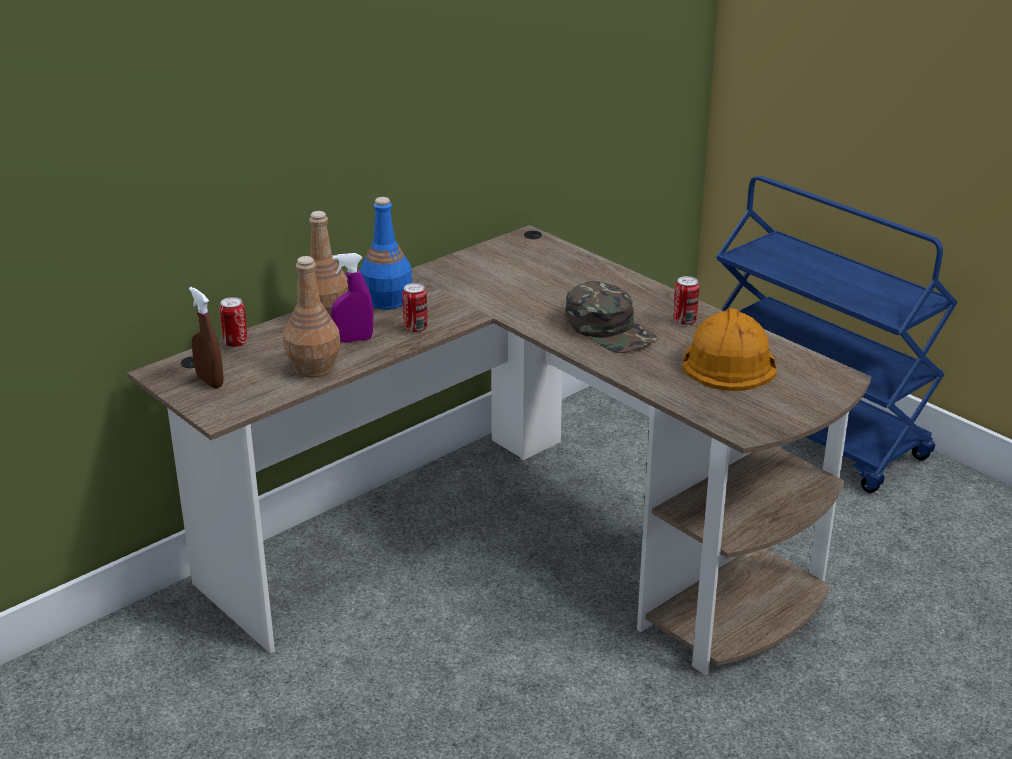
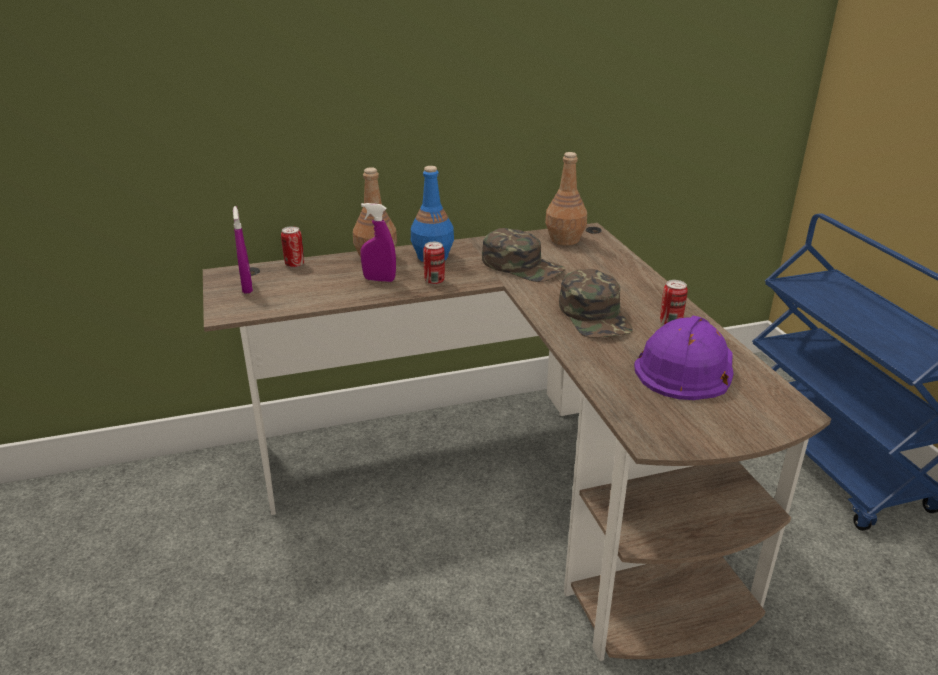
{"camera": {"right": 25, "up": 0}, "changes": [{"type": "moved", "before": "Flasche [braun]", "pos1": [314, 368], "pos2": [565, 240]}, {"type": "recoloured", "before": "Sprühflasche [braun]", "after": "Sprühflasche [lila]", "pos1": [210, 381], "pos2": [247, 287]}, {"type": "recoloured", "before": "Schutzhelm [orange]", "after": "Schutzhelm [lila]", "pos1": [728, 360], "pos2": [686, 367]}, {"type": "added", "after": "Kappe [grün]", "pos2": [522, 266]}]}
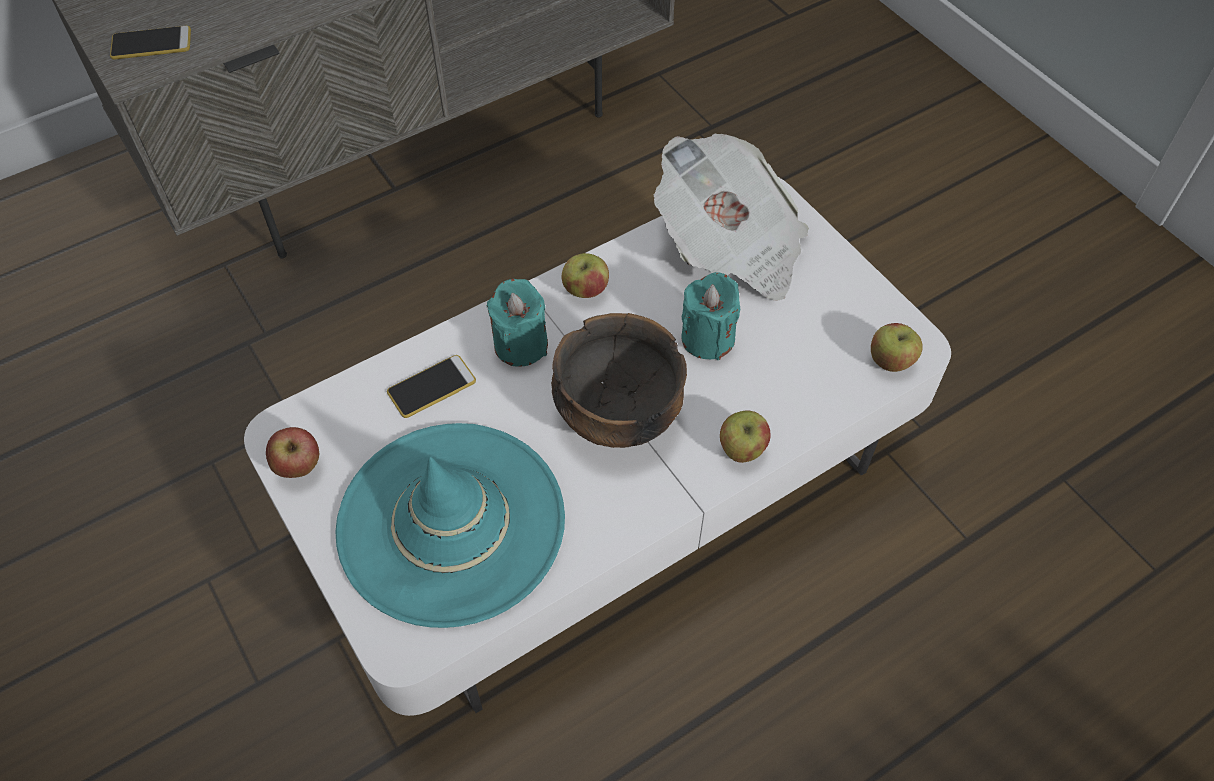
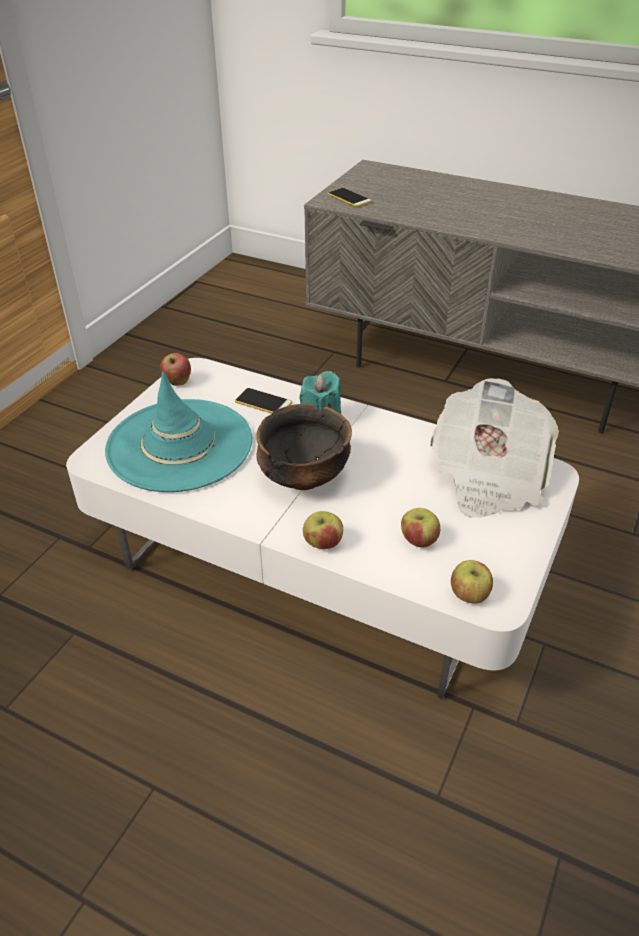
{"camera": {"right": 60, "up": -15}, "changes": [{"type": "moved", "before": "Apfel", "pos1": [586, 290], "pos2": [419, 541]}, {"type": "removed", "before": "Kerze [türkis]", "pos1": [707, 338]}]}
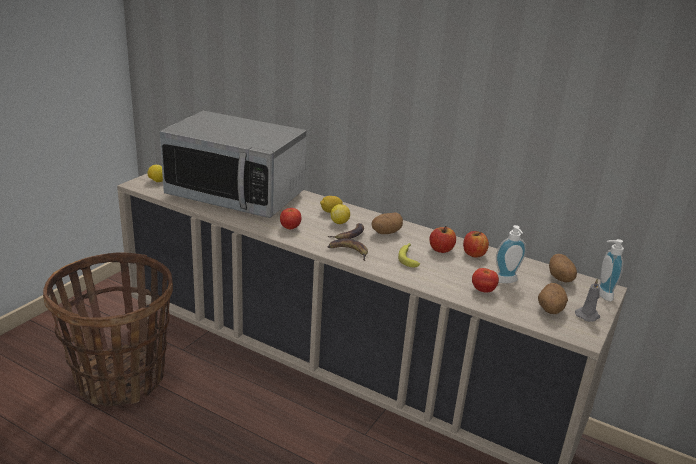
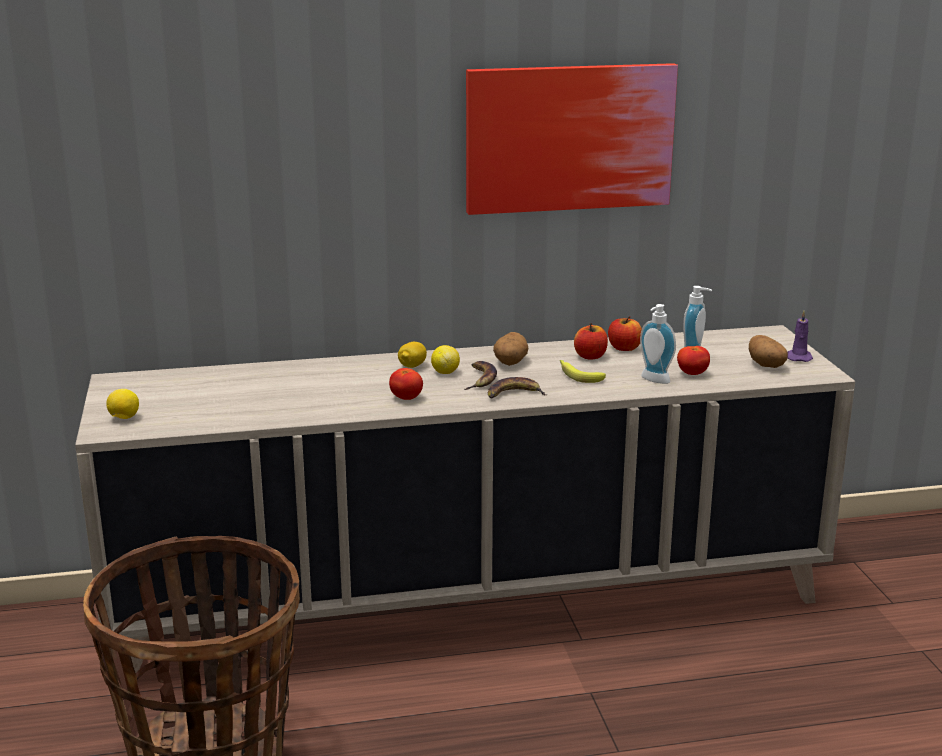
{"camera": {"right": -40, "up": -5}, "changes": [{"type": "removed", "before": "Mikrowelle", "pos1": [236, 195]}, {"type": "moved", "before": "Seifenspender", "pos1": [601, 294], "pos2": [653, 380]}, {"type": "removed", "before": "Kartoffel", "pos1": [560, 279]}, {"type": "recoloured", "before": "Kerze [grau]", "after": "Kerze [lila]", "pos1": [588, 315], "pos2": [798, 357]}, {"type": "added", "after": "Bild", "pos2": [569, 138]}]}
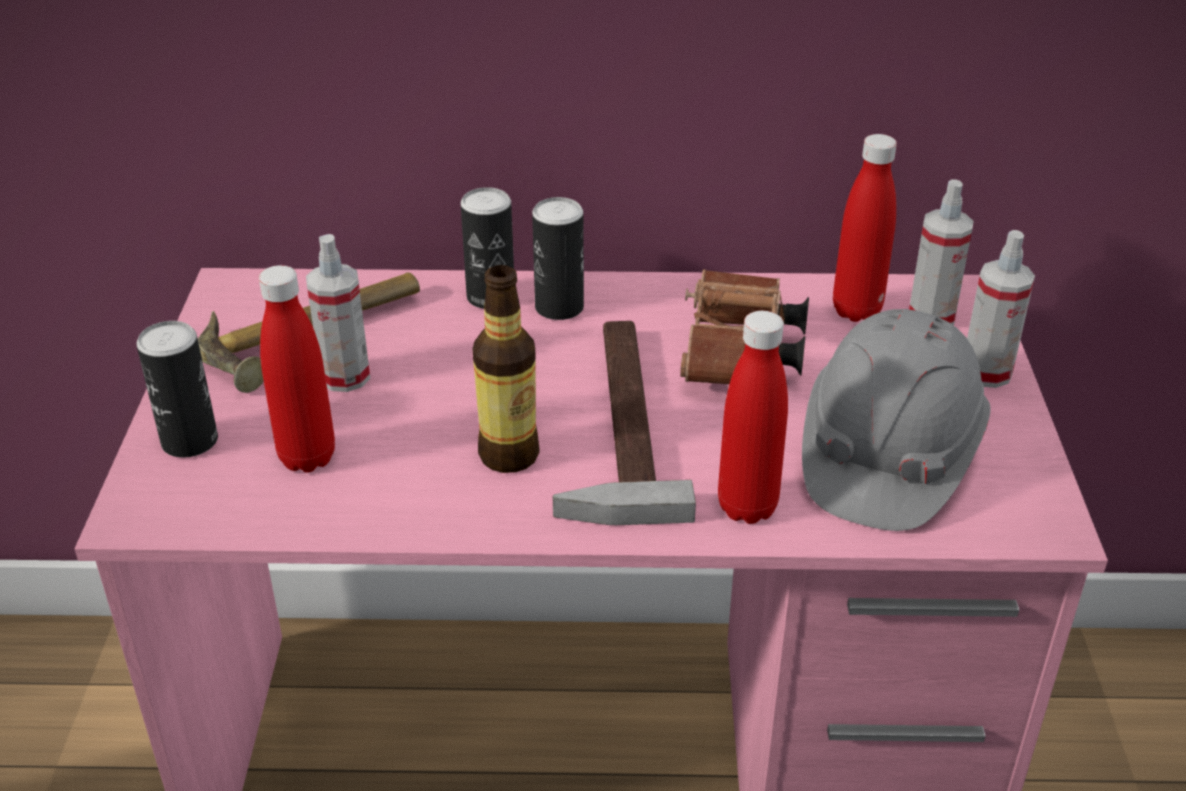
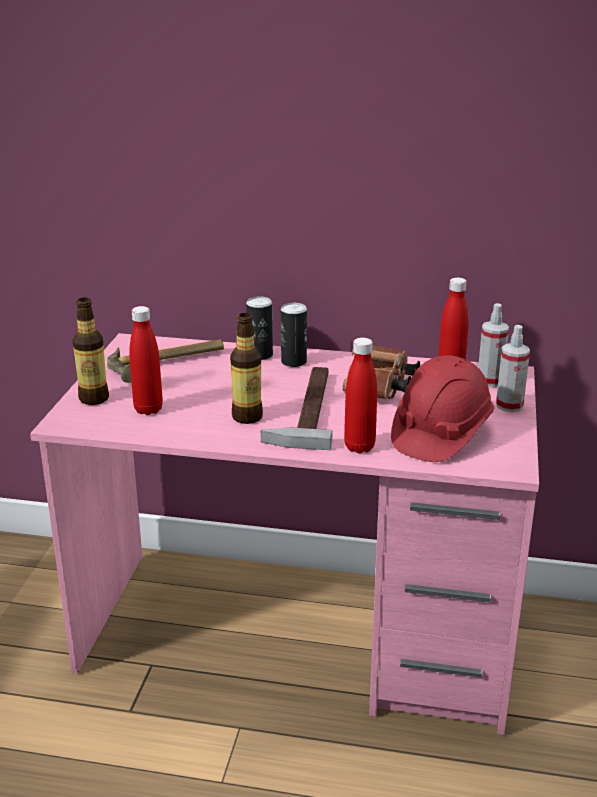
{"camera": {"right": 10, "up": -10}, "changes": [{"type": "removed", "before": "Sprühflasche", "pos1": [345, 377]}, {"type": "recoloured", "before": "Schutzhelm [grau]", "after": "Schutzhelm [rot]", "pos1": [887, 456], "pos2": [440, 434]}, {"type": "replaced", "before": "Dose", "after": "Flasche", "pos1": [189, 441], "pos2": [94, 398]}]}
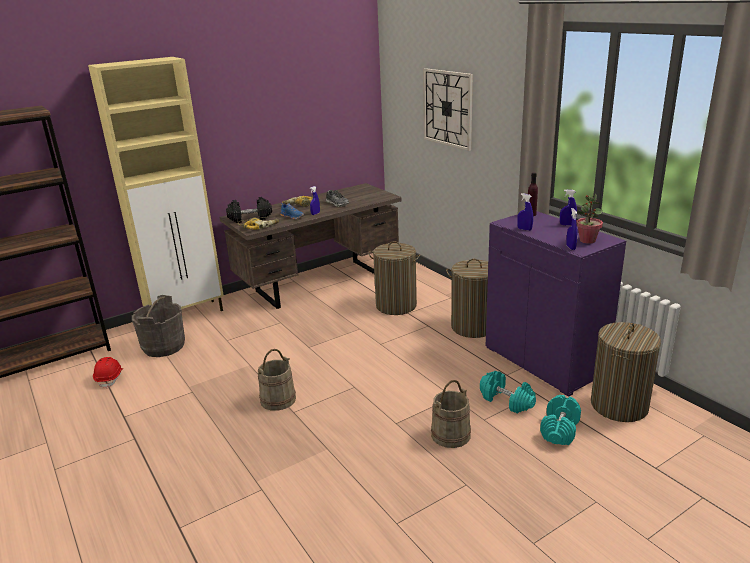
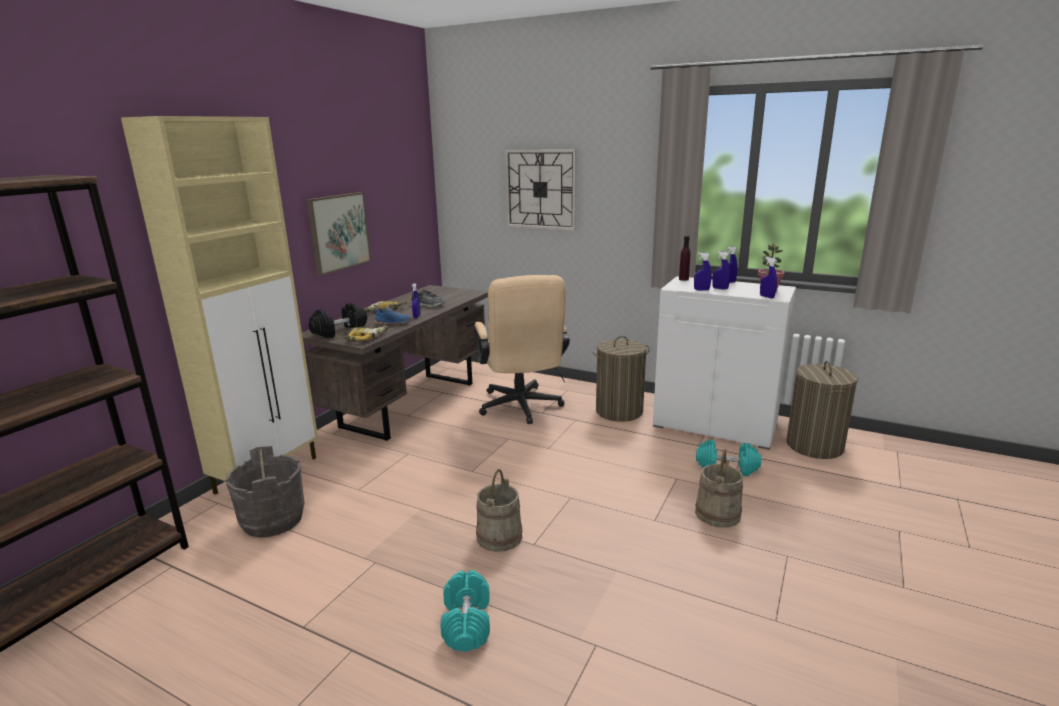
{"camera": {"right": -30, "up": -5}, "changes": [{"type": "recoloured", "before": "Schrank [lila]", "after": "Schrank [weiß]", "pos1": [545, 361], "pos2": [715, 425]}, {"type": "replaced", "before": "Wäschekorb", "after": "Bürostuhl [beige]", "pos1": [396, 306], "pos2": [521, 408]}, {"type": "removed", "before": "Schutzhelm [rot]", "pos1": [110, 378]}, {"type": "moved", "before": "Hantel [türkis]", "pos1": [559, 429], "pos2": [466, 623]}, {"type": "added", "after": "Bild", "pos2": [338, 232]}, {"type": "added", "after": "Sprühflasche [blau]", "pos2": [720, 288]}]}
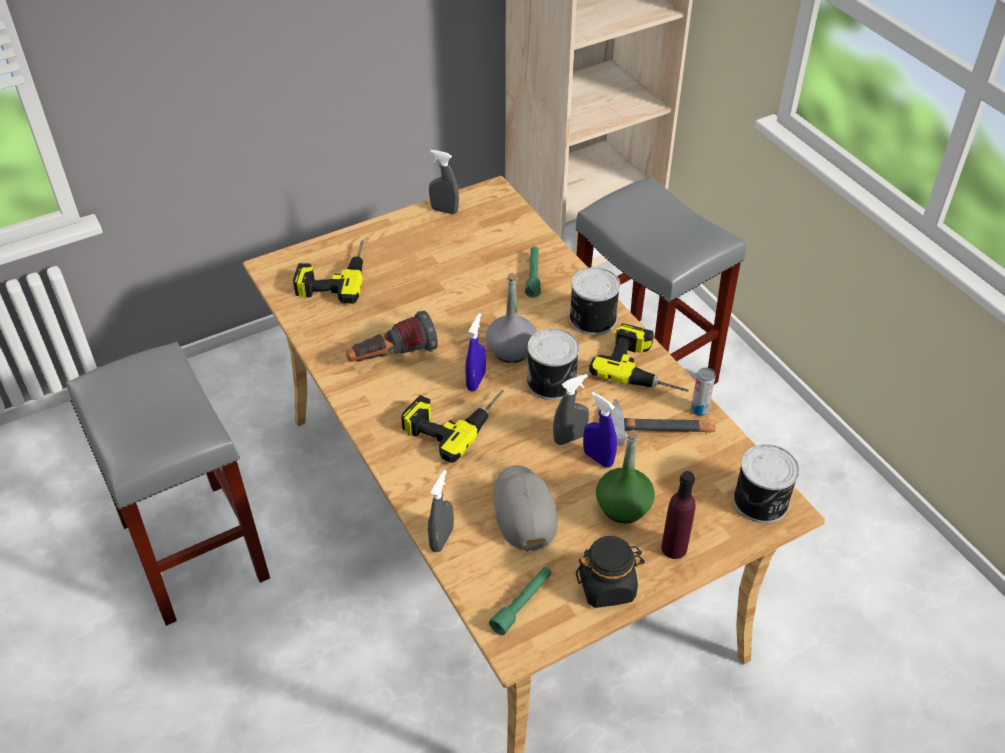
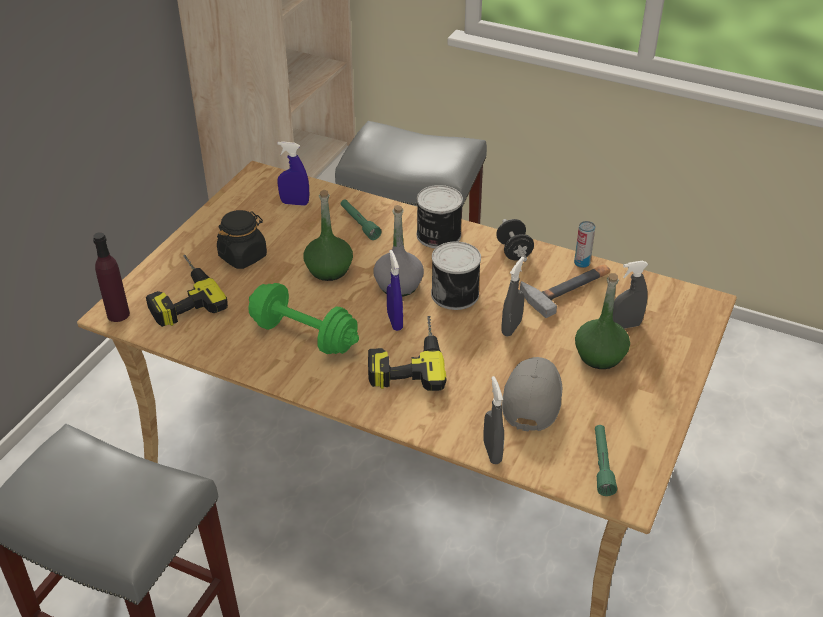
{"camera": {"right": -35, "up": -5}, "changes": [{"type": "moved", "before": "Sprühflasche [grau]", "pos1": [444, 210], "pos2": [625, 325]}, {"type": "replaced", "before": "Taschenlampe", "after": "Hantel [grün]", "pos1": [392, 357], "pos2": [304, 335]}, {"type": "replaced", "before": "Bohrmaschine", "after": "Hantel [schwarz]", "pos1": [645, 367], "pos2": [514, 251]}, {"type": "moved", "before": "Sprühflasche [blau]", "pos1": [598, 458], "pos2": [295, 203]}, {"type": "removed", "before": "Dose", "pos1": [761, 502]}, {"type": "turned", "before": "Kappe [grau]", "pos1": [523, 511], "pos2": [532, 397], "turn": 60}, {"type": "moved", "before": "Flasche [lila]", "pos1": [674, 548], "pos2": [118, 314]}, {"type": "moved", "before": "Vorratsglas [schwarz]", "pos1": [607, 586], "pos2": [243, 256]}, {"type": "added", "after": "Flasche [grün]", "pos2": [329, 269]}]}
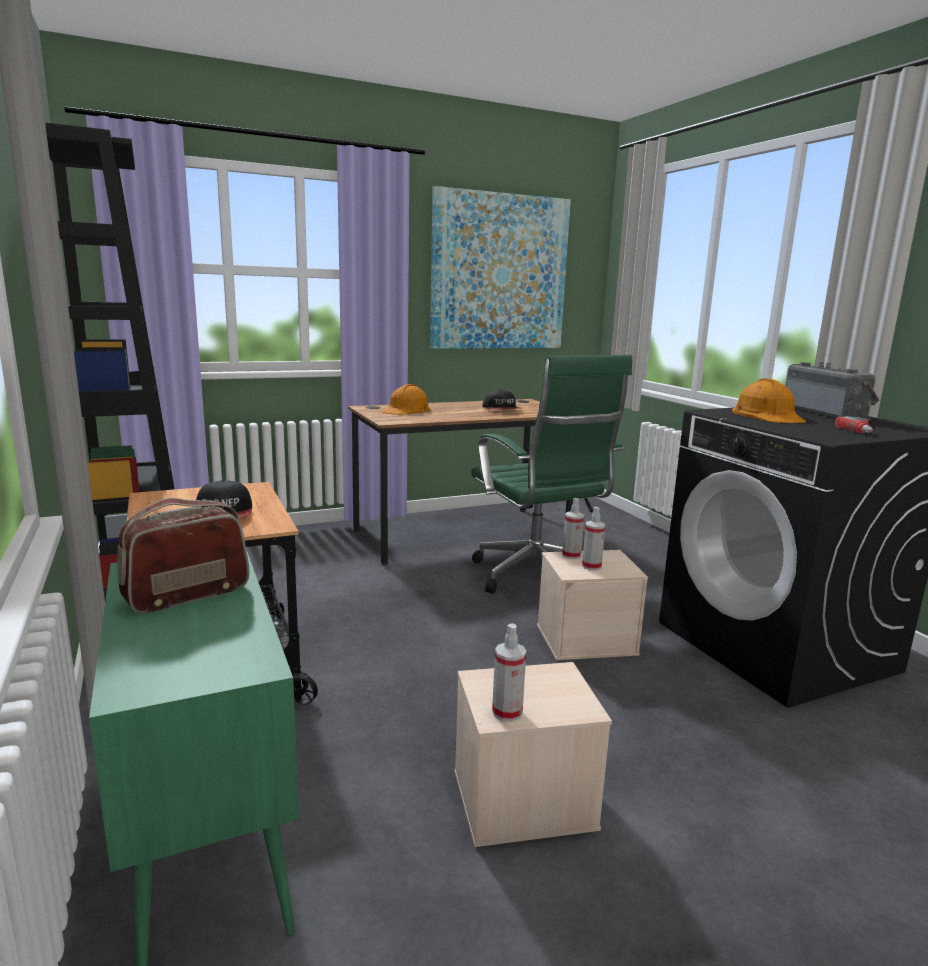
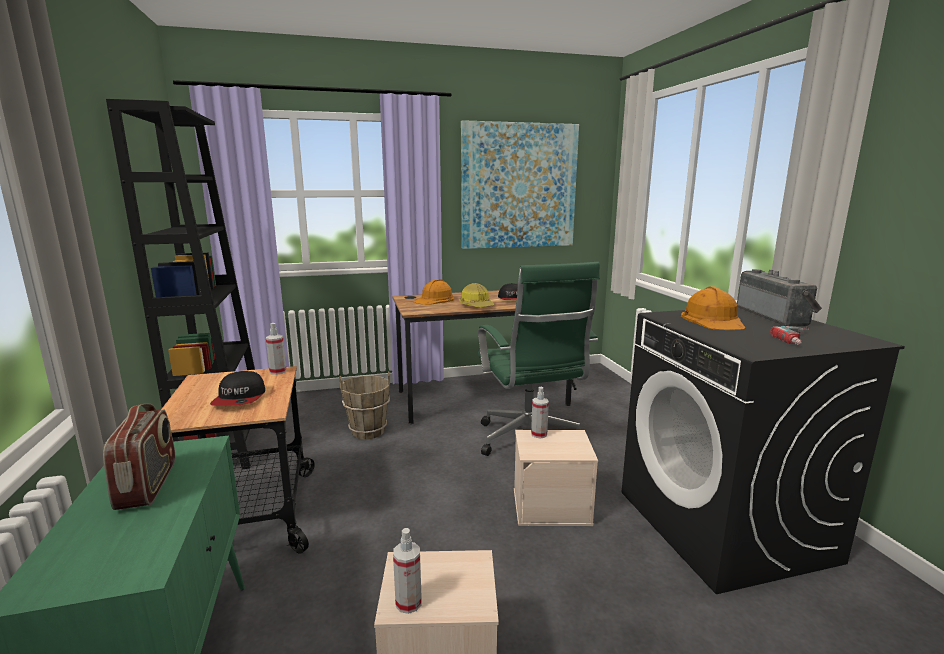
{"camera": {"right": 10, "up": 0}, "changes": [{"type": "turned", "before": "Radio", "pos1": [187, 594], "pos2": [148, 484], "turn": 105}, {"type": "moved", "before": "Sprühflasche", "pos1": [591, 566], "pos2": [278, 371]}, {"type": "added", "after": "Schutzhelm", "pos2": [476, 306]}, {"type": "added", "after": "Eimer [braun]", "pos2": [368, 431]}]}
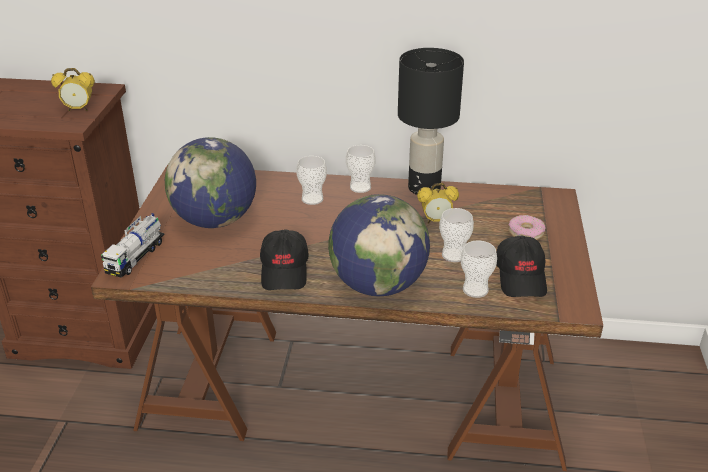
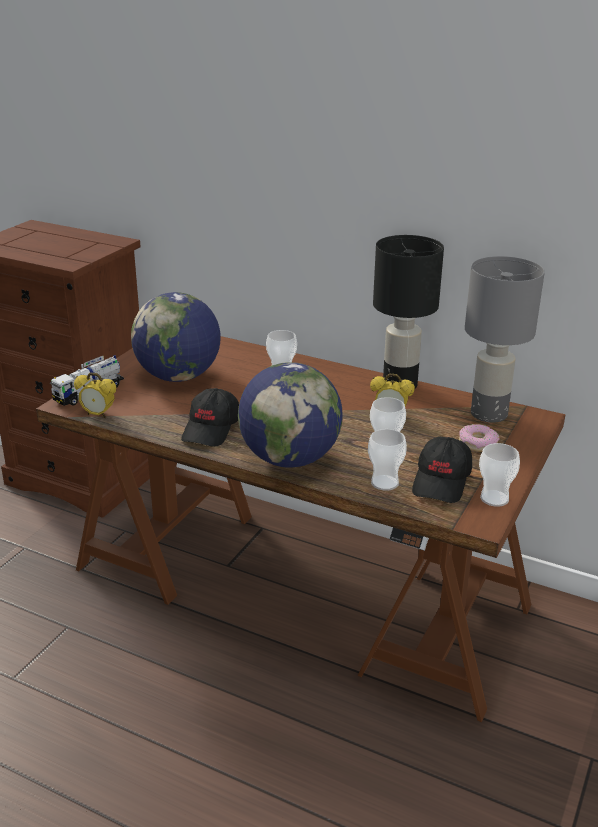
{"camera": {"right": 20, "up": -5}, "changes": [{"type": "moved", "before": "Wecker", "pos1": [78, 109], "pos2": [98, 415]}, {"type": "moved", "before": "Tasse", "pos1": [360, 187], "pos2": [494, 498]}, {"type": "added", "after": "Tischlampe [grau]", "pos2": [488, 414]}]}
